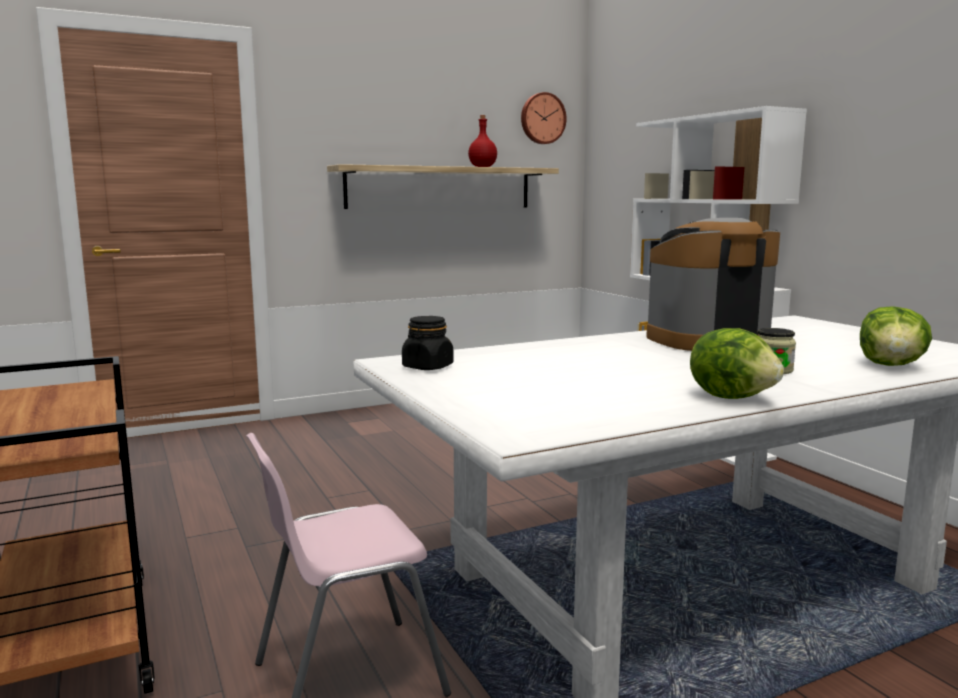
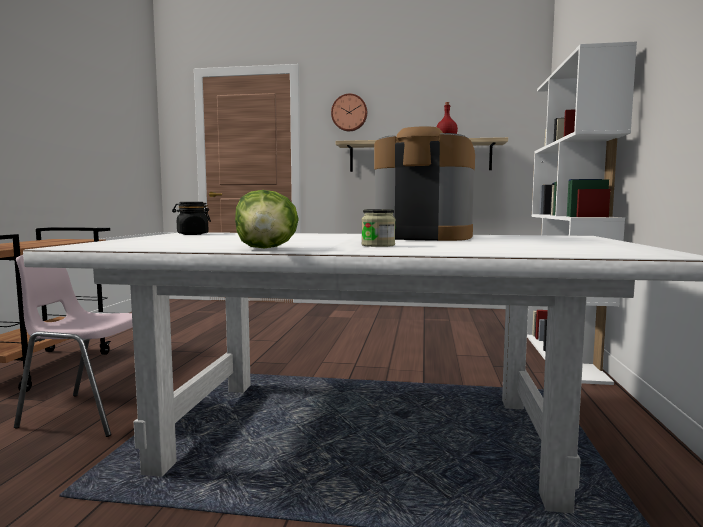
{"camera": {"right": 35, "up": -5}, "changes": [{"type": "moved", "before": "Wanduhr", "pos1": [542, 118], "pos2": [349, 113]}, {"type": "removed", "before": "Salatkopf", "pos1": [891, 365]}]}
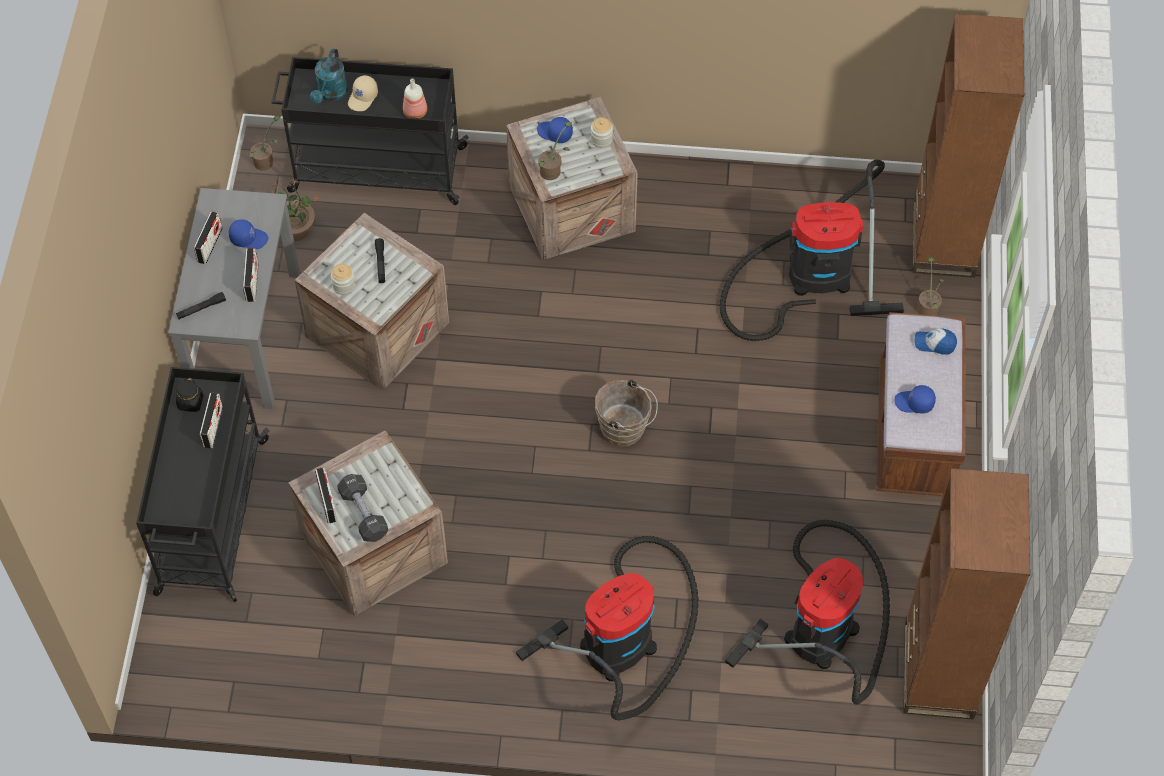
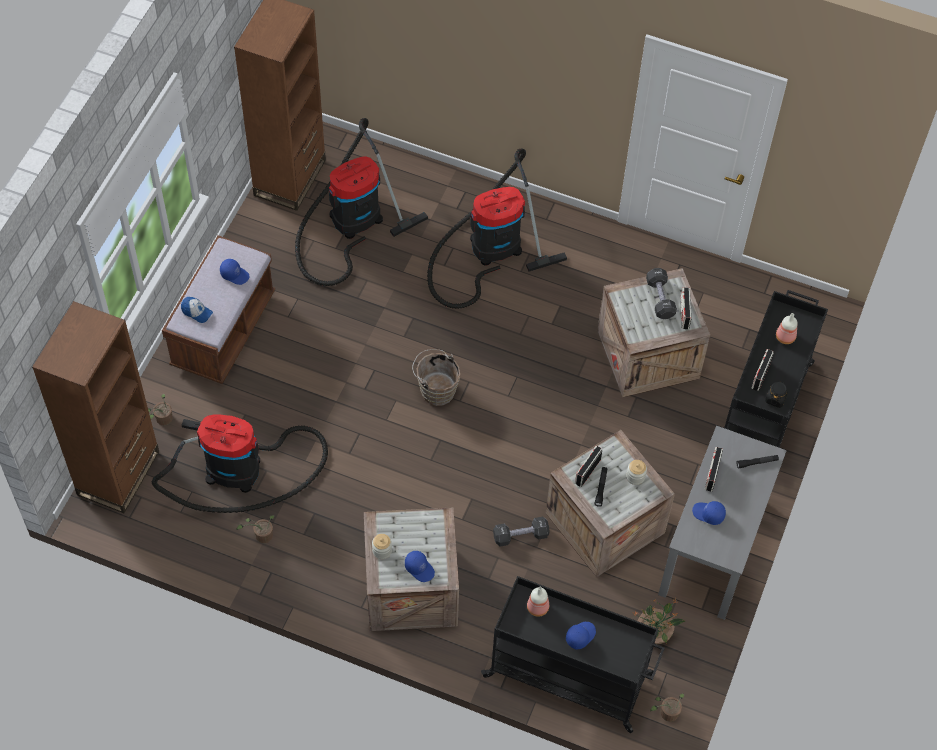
{"camera": {"right": -165, "up": 0}, "changes": [{"type": "removed", "before": "Gießkanne [türkis]", "pos1": [331, 94]}, {"type": "recoloured", "before": "Kappe [beige]", "after": "Kappe [blau]", "pos1": [363, 98], "pos2": [580, 635]}, {"type": "moved", "before": "Topfpflanze", "pos1": [553, 170], "pos2": [261, 536]}, {"type": "moved", "before": "Radio", "pos1": [210, 245], "pos2": [587, 471]}, {"type": "added", "after": "Flasche", "pos2": [785, 336]}, {"type": "added", "after": "Hantel [schwarz]", "pos2": [520, 536]}]}
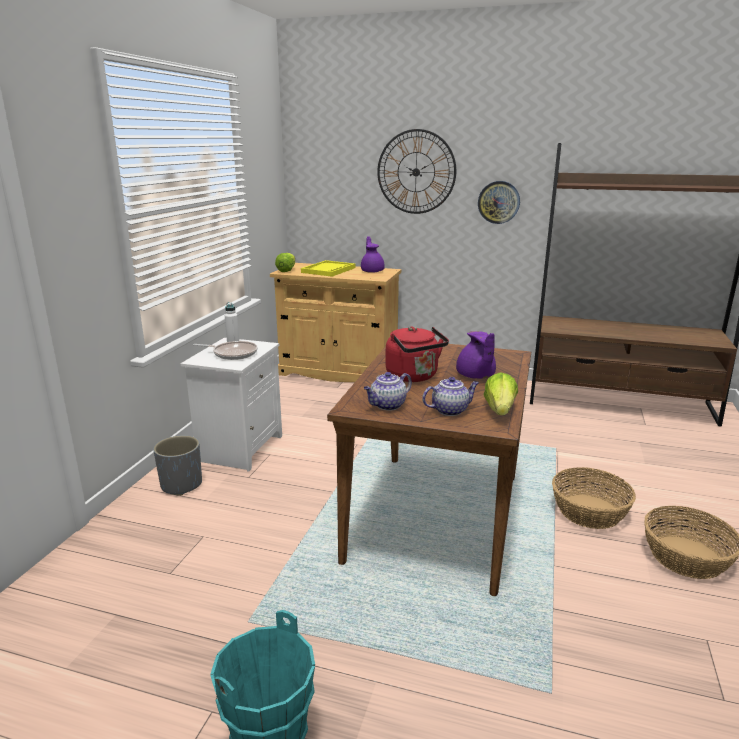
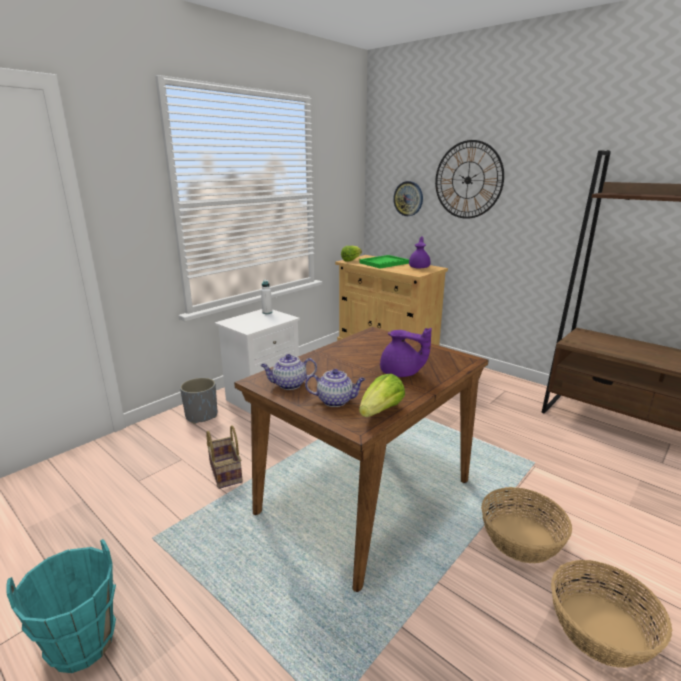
{"camera": {"right": 25, "up": 0}, "changes": [{"type": "moved", "before": "Wanduhr", "pos1": [498, 202], "pos2": [408, 198]}, {"type": "recoloured", "before": "Tablett [gelb]", "after": "Tablett [grün]", "pos1": [328, 270], "pos2": [384, 263]}, {"type": "removed", "before": "Wasserkessel [rot]", "pos1": [414, 376]}, {"type": "turned", "before": "Teekanne [lila]", "pos1": [475, 376], "pos2": [401, 373], "turn": -75}, {"type": "removed", "before": "Pfanne", "pos1": [232, 354]}, {"type": "added", "after": "Korb", "pos2": [224, 472]}]}
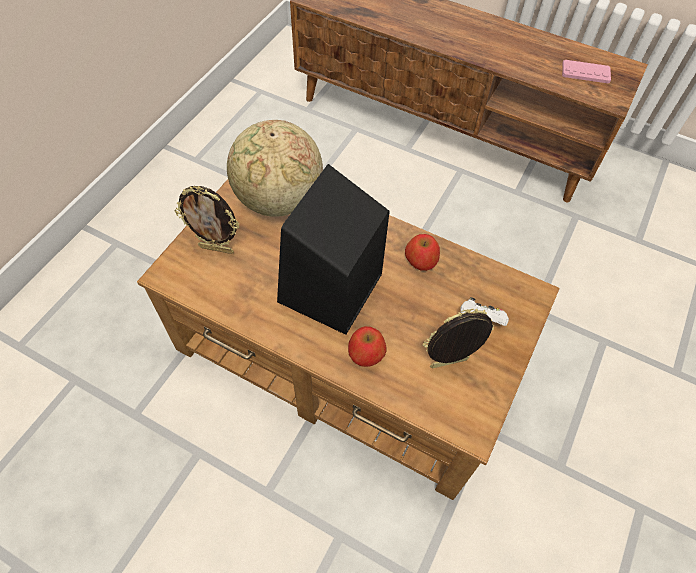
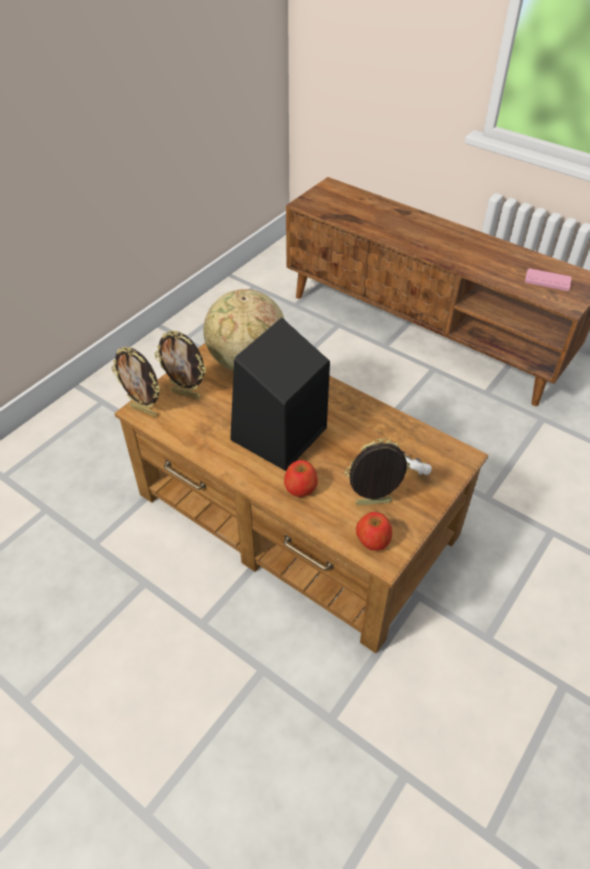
{"camera": {"right": 10, "up": -10}, "changes": [{"type": "moved", "before": "Apfel", "pos1": [421, 260], "pos2": [373, 539]}, {"type": "added", "after": "Bilderrahmen", "pos2": [144, 411]}]}
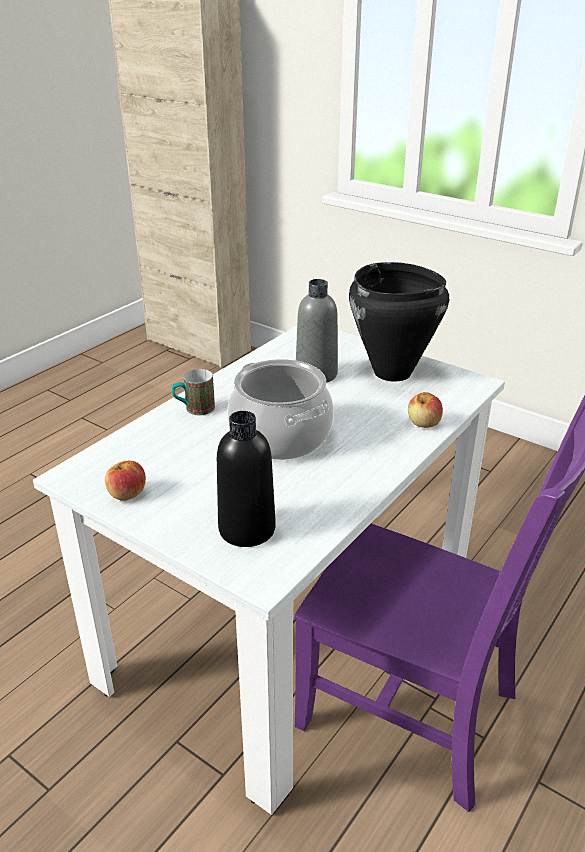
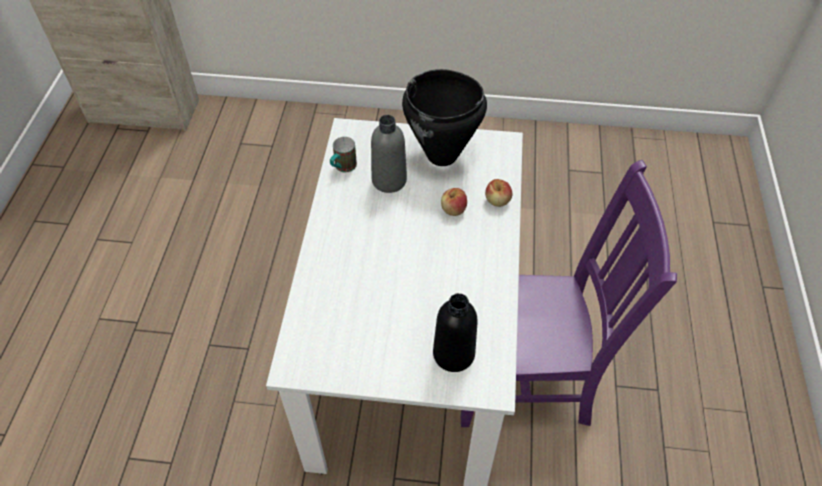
{"camera": {"right": -30, "up": 20}, "changes": [{"type": "removed", "before": "Kochtopf", "pos1": [281, 436]}, {"type": "moved", "before": "Henkelbecher", "pos1": [194, 409], "pos2": [342, 167]}, {"type": "moved", "before": "Apfel", "pos1": [127, 494], "pos2": [453, 209]}]}
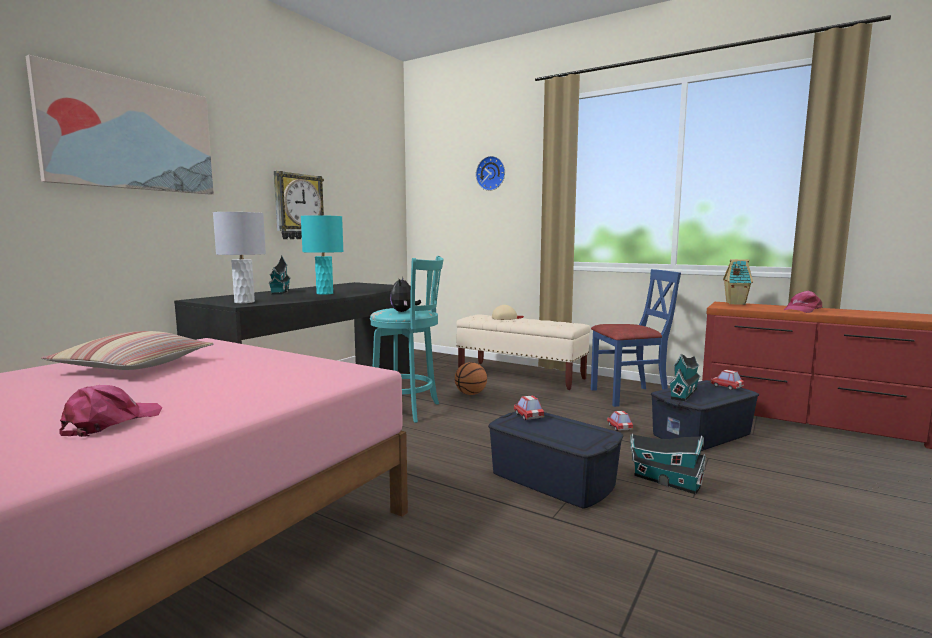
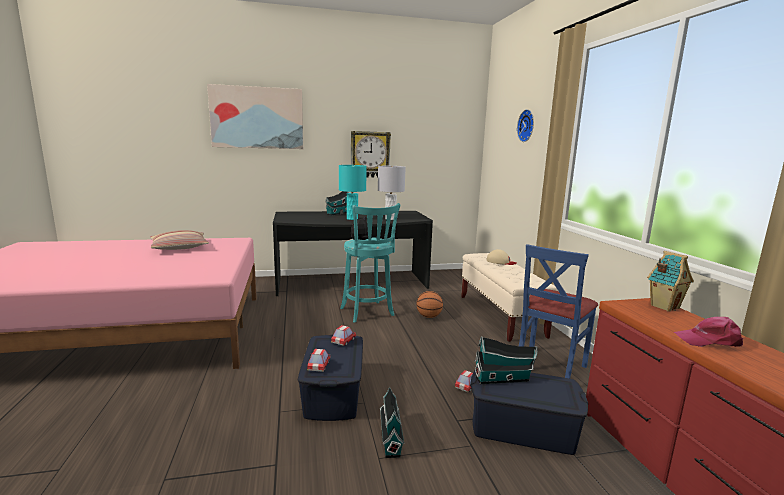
{"camera": {"right": 45, "up": 5}, "changes": [{"type": "moved", "before": "Tischlampe [grau]", "pos1": [244, 302], "pos2": [390, 219]}, {"type": "turned", "before": "Stuhl [blau]", "pos1": [629, 396], "pos2": [549, 368], "turn": 90}, {"type": "moved", "before": "Spielzeugauto", "pos1": [726, 387], "pos2": [319, 366]}, {"type": "removed", "before": "Kappe [rosa]", "pos1": [110, 422]}]}
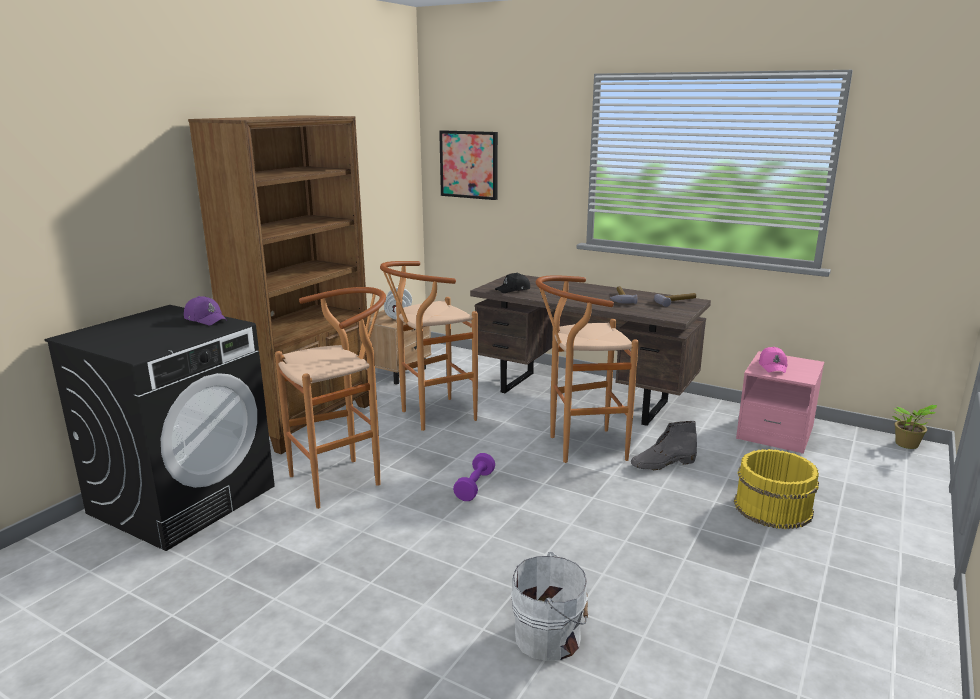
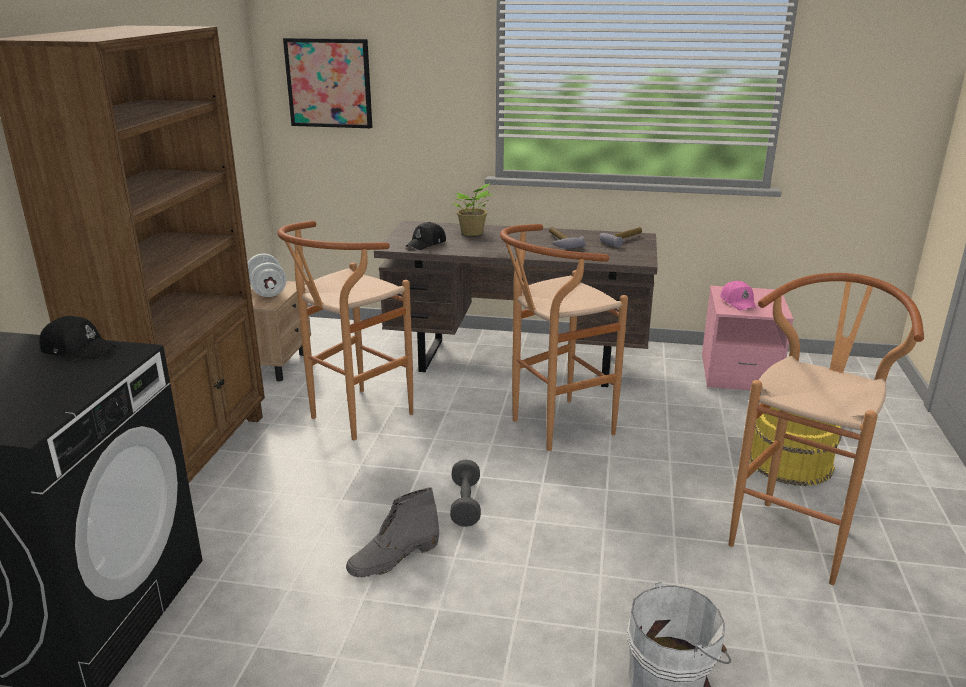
{"camera": {"right": -20, "up": 5}, "changes": [{"type": "moved", "before": "Hocker [braun]", "pos1": [344, 479], "pos2": [796, 533]}, {"type": "recoloured", "before": "Kappe [lila]", "after": "Kappe [schwarz]", "pos1": [206, 319], "pos2": [78, 349]}, {"type": "moved", "before": "Topfpflanze", "pos1": [907, 445], "pos2": [472, 233]}, {"type": "moved", "before": "Stiefel [grau]", "pos1": [662, 464], "pos2": [393, 557]}, {"type": "recoloured", "before": "Hantel [lila]", "after": "Hantel [grau]", "pos1": [475, 486], "pos2": [465, 504]}]}
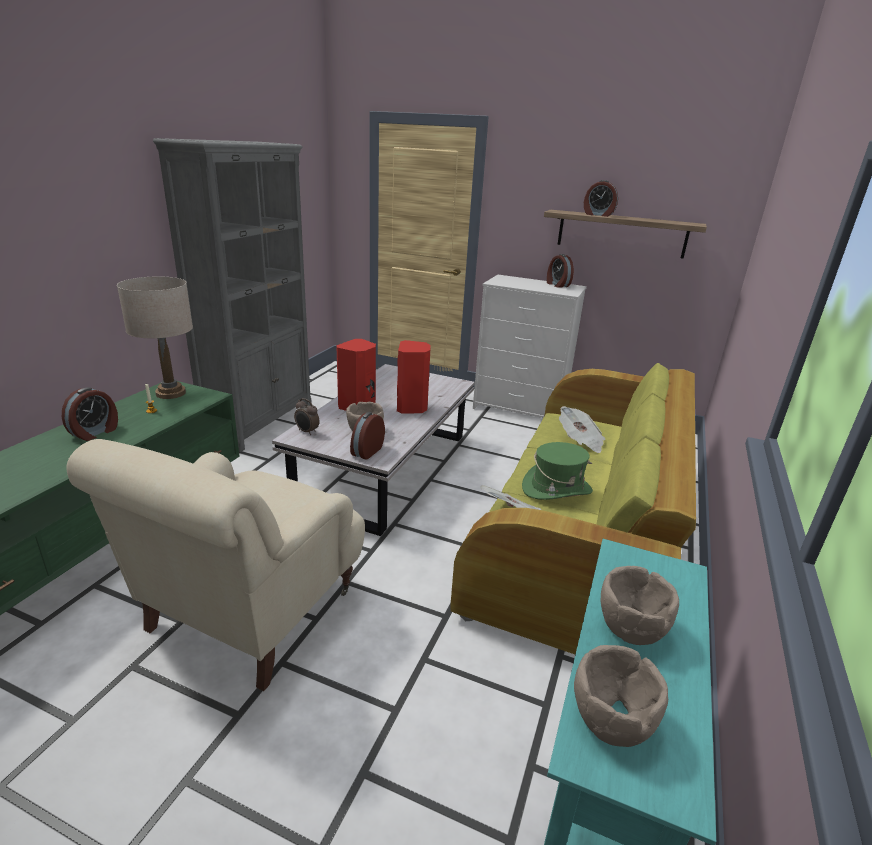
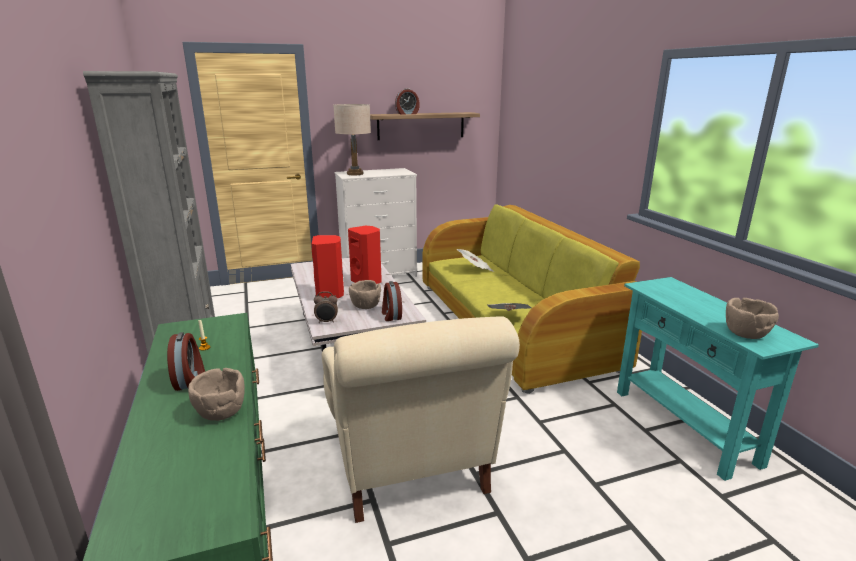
{"camera": {"right": -40, "up": -5}, "changes": [{"type": "removed", "before": "Wecker", "pos1": [557, 285]}, {"type": "moved", "before": "Tischlampe [beige]", "pos1": [171, 393], "pos2": [355, 174]}, {"type": "removed", "before": "Hut [grün]", "pos1": [556, 489]}, {"type": "moved", "before": "Schüssel [braun]", "pos1": [630, 626], "pos2": [220, 411]}]}
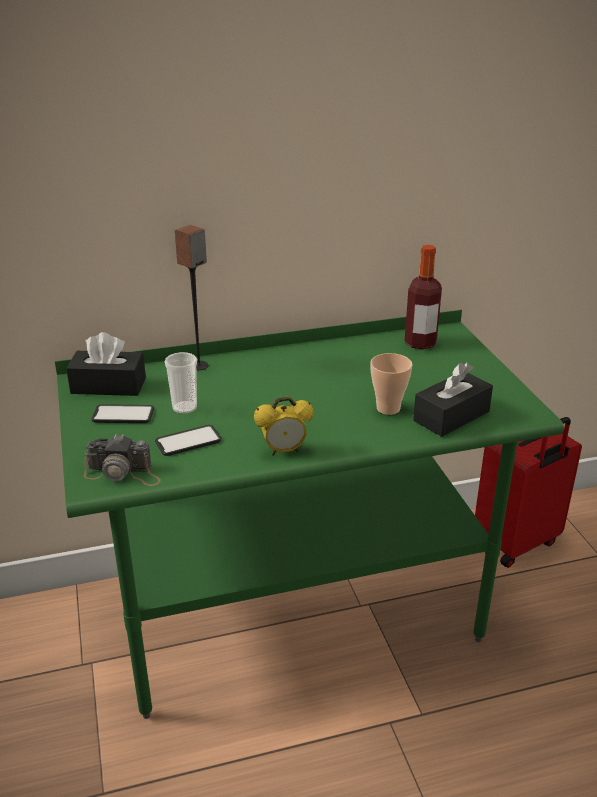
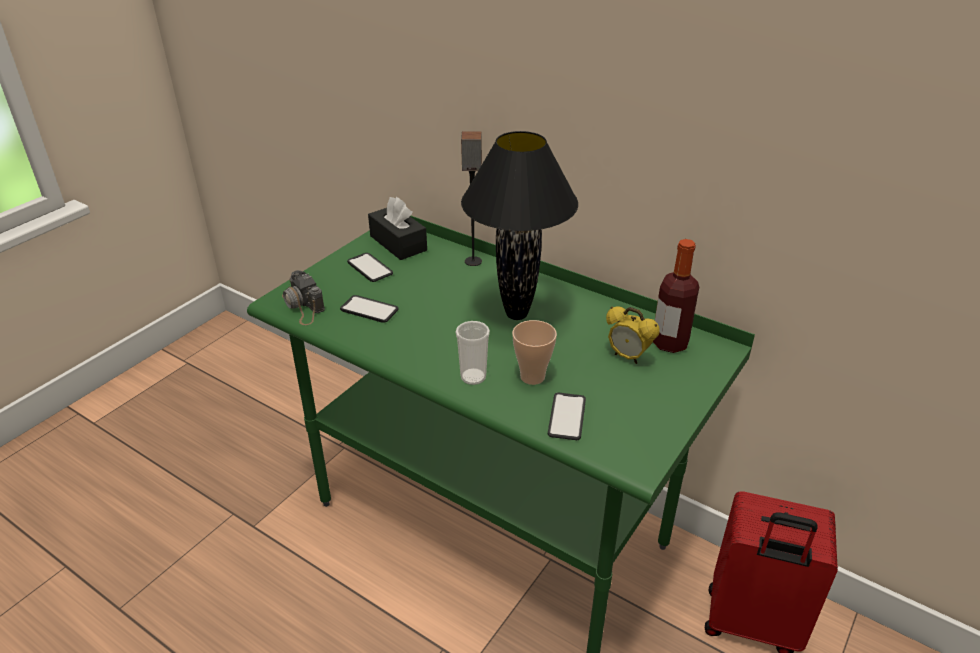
{"camera": {"right": 50, "up": 5}, "changes": [{"type": "moved", "before": "Tasse", "pos1": [184, 408], "pos2": [473, 377]}, {"type": "replaced", "before": "Taschentuchbox [schwarz]", "after": "Handy", "pos1": [451, 416], "pos2": [567, 417]}, {"type": "moved", "before": "Wecker", "pos1": [284, 451], "pos2": [628, 357]}, {"type": "added", "after": "Tischlampe [schwarz]", "pos2": [516, 315]}]}
